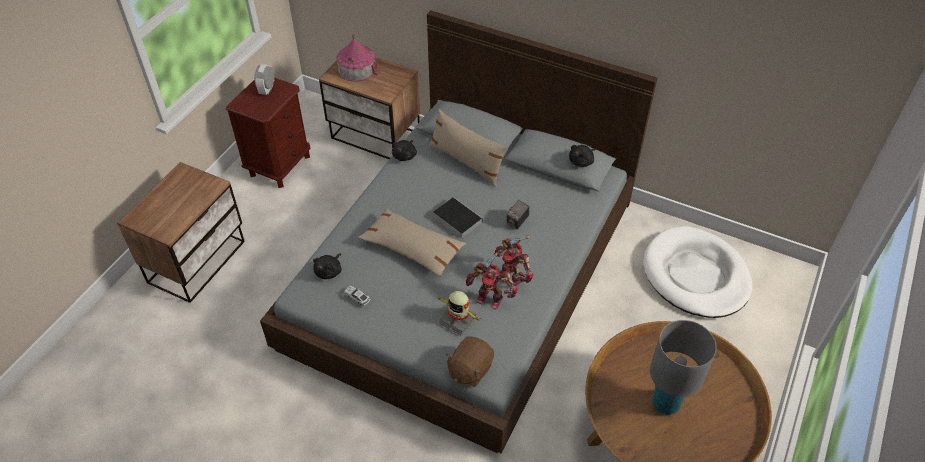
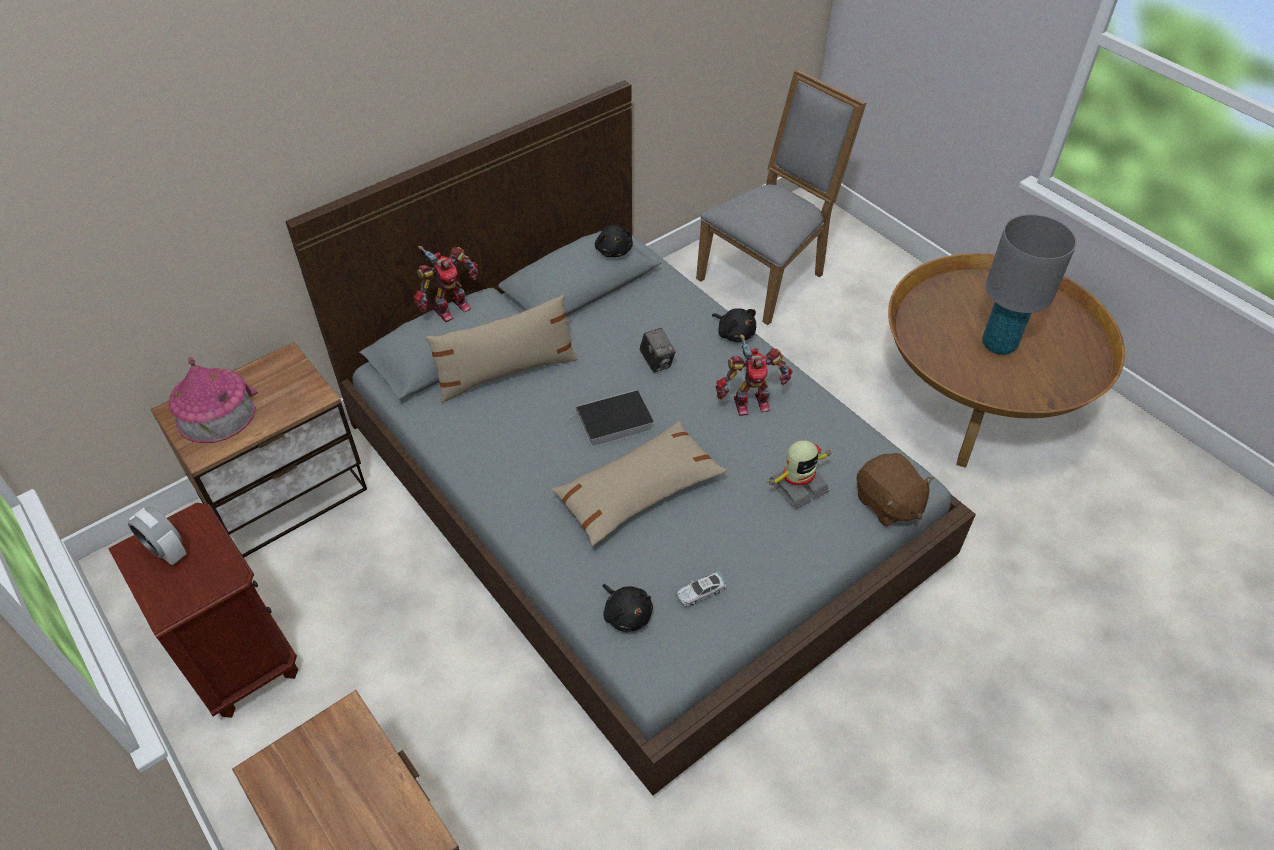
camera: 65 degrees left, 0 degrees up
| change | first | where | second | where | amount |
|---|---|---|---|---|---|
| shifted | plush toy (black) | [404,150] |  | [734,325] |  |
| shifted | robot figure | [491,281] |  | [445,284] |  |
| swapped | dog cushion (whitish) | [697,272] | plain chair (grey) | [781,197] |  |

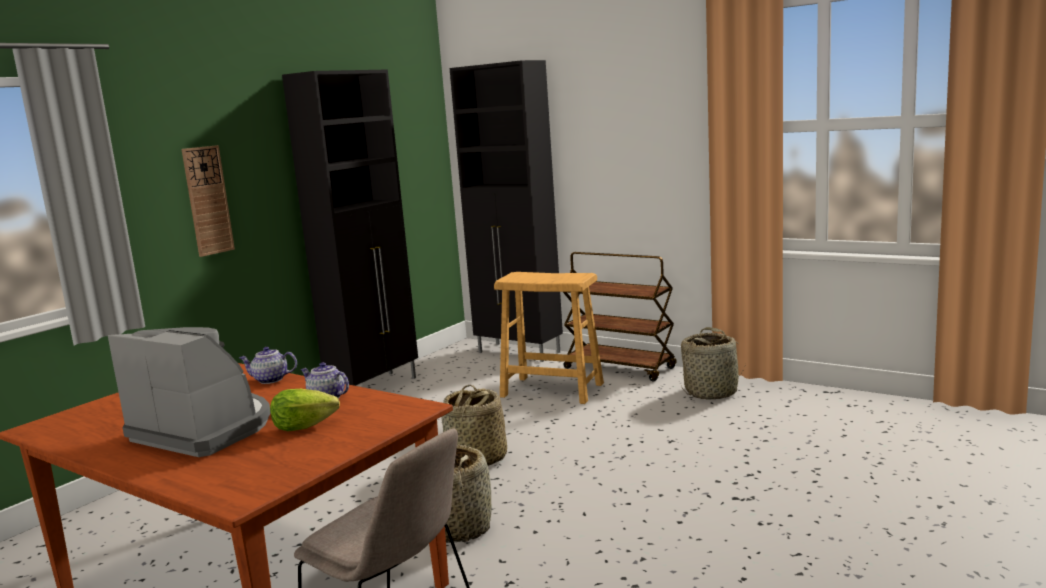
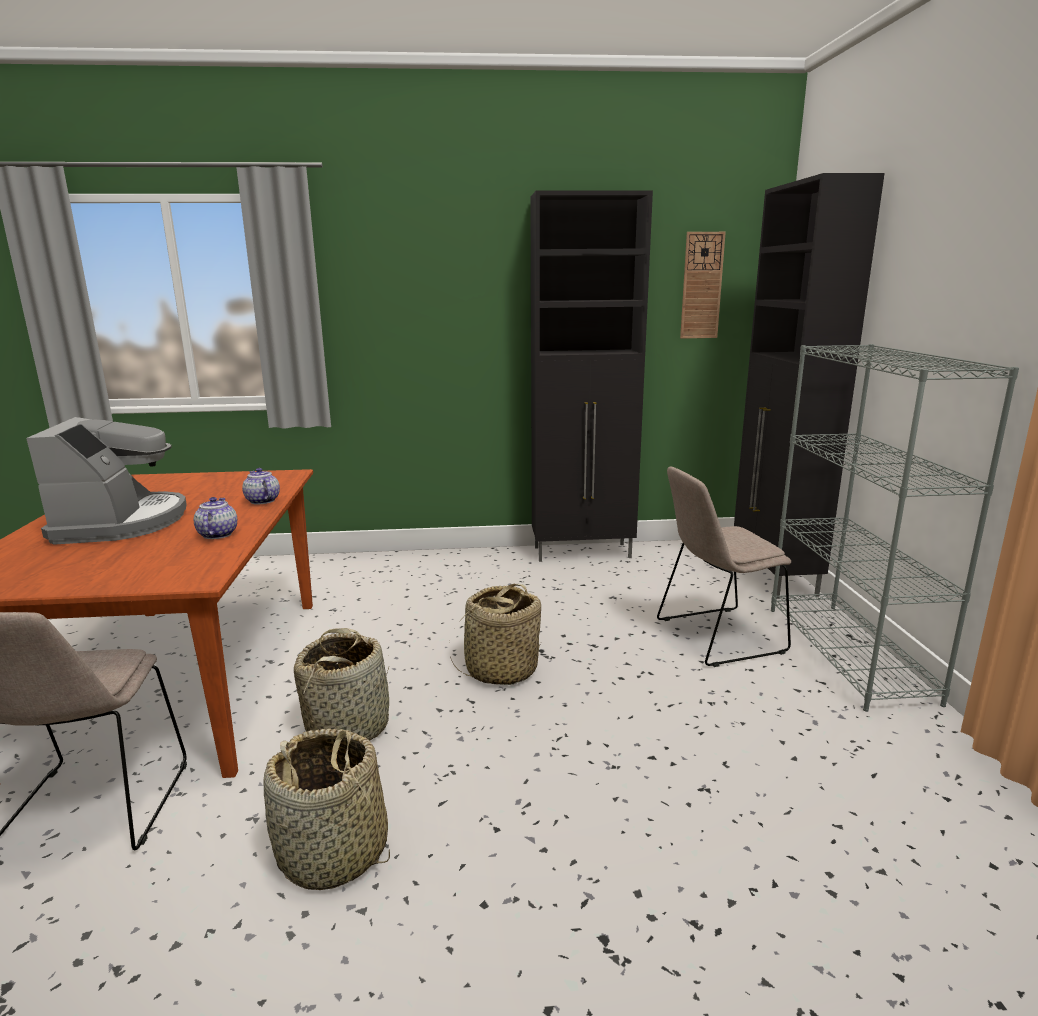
camera: 50 degrees right, 5 degrees up
| change | first | where | second | where | amount |
|---|---|---|---|---|---|
| gone | head of lettuce | [305,410] |  |  |  |
| shifted | wall clock | [208,201] |  | [703,285] |  |
| shifted | basket | [713,363] |  | [326,809] |  |
| swapped | stool (beige) | [549,338] | plain chair (beige) | [724,566] |  |
| swapped | cart (brownish) | [620,316] | bookshelf (grey) | [895,528] |  |

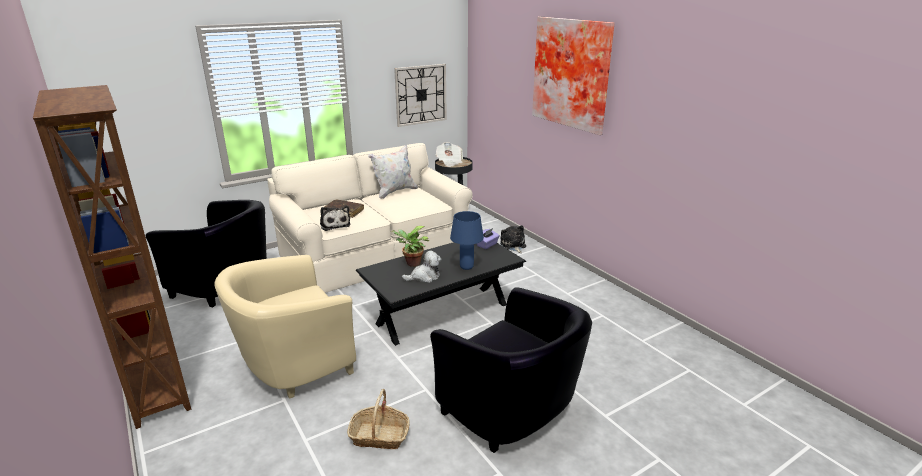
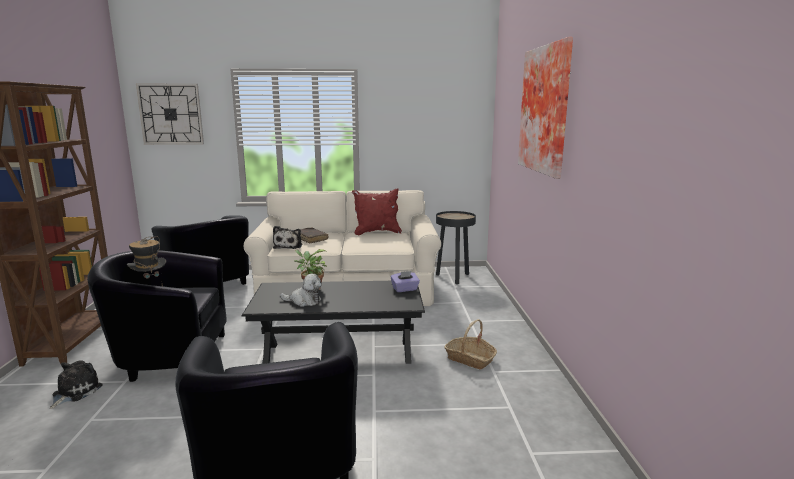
camera: 30 degrees right, 10 degrees down
| change | first | where | second | where | amount |
|---|---|---|---|---|---|
| gone | printed paper | [449,154] |  |  |  |
| gone | table lamp (blue-coloured) | [467,240] |  |  |  |
| new |  |  | wearable hat | [146,257] |  |
| shifted | basket | [378,419] |  | [471,344] |  |
| shifted | wall clock | [420,95] |  | [170,114] |  |
| shifted | plush toy | [513,239] |  | [76,384] |  |
| repainted | easy chair (beige) | [285,327] | easy chair (black) | [157,316] |  |
| repainted | cushion (whitish) | [393,172] | cushion (red-coloured) | [377,211] |  |

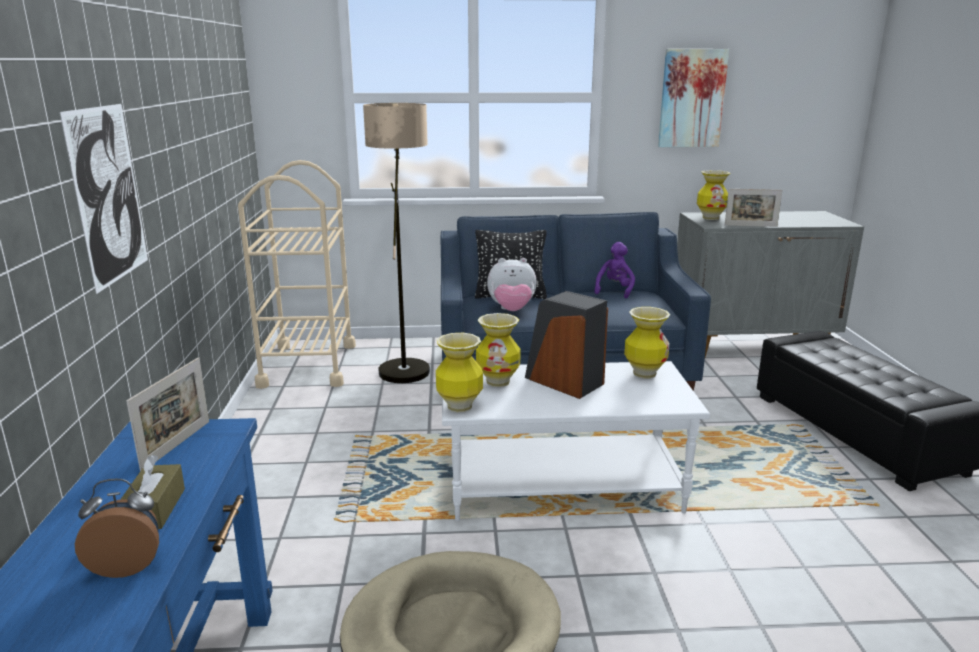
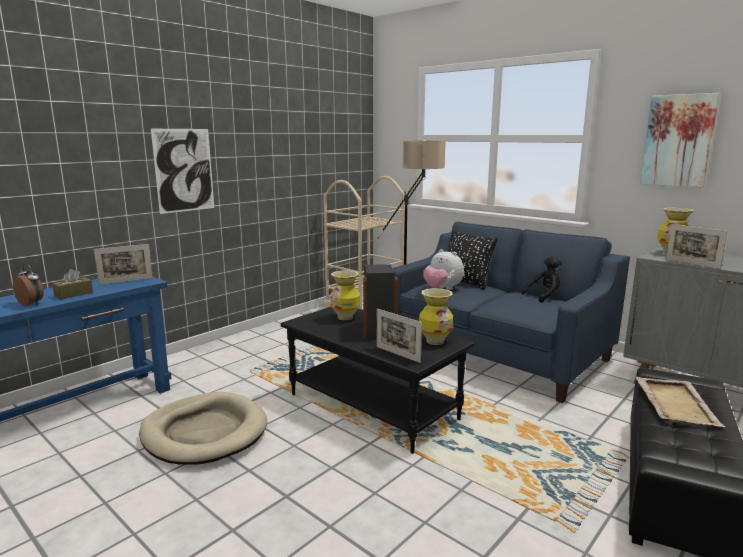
camera: 45 degrees right, 5 degrees down
| change | first | where | second | where | amount |
|---|---|---|---|---|---|
| gone | flower vase | [459,373] |  |  |  |
| new |  |  | standing frame | [399,336] |  |
| new |  |  | carrying tray (beige) | [680,402] |  |
| repainted | coffee table (whitish) | [576,441] | coffee table (black) | [377,380] |  |
| repainted | plush toy (purple-coloured) | [614,270] | plush toy (black) | [541,279] |  |

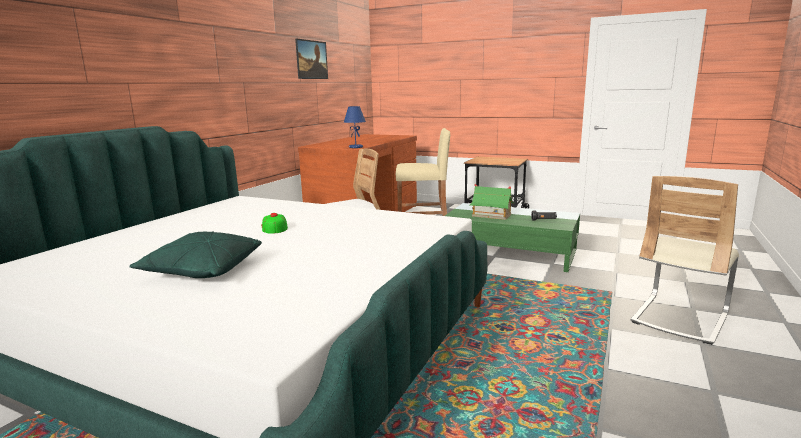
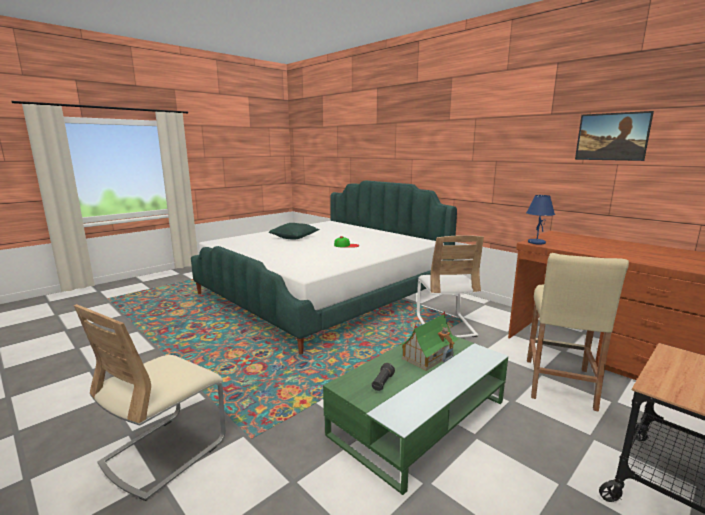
camera: 110 degrees right, 0 degrees up
| change | first | where | second | where | amount |
|---|---|---|---|---|---|
| rotated | plain chair (beige) | [685,260] |  | [150,402] | 120 degrees counterclockwise |

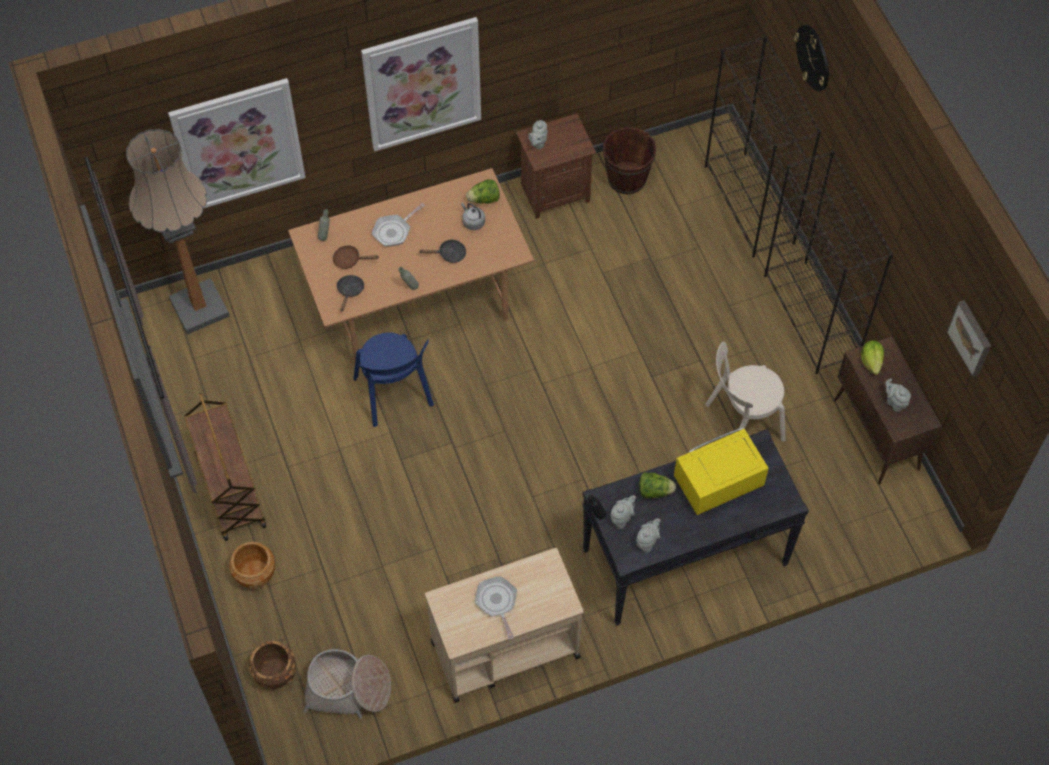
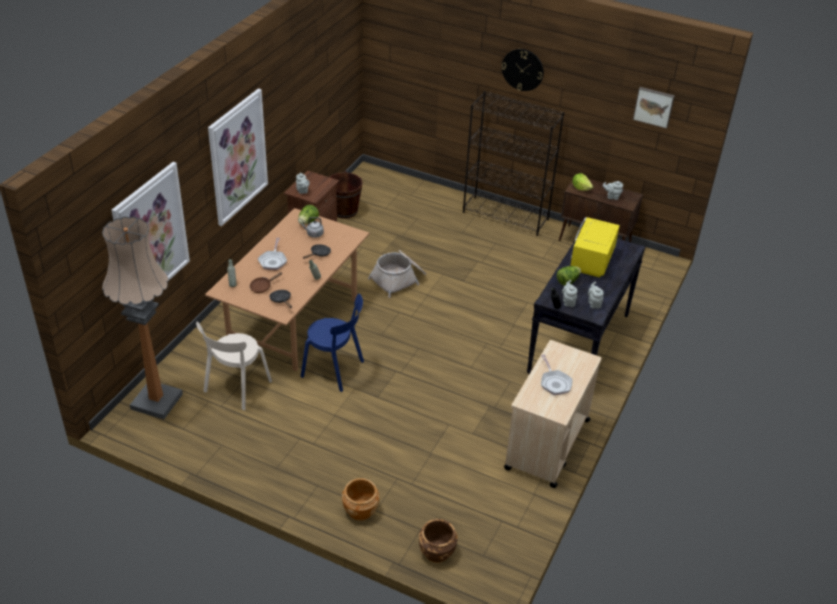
camera: 45 degrees left, 20 degrees down
| change | first | where | second | where | amount |
|---|---|---|---|---|---|
| gone | cart (brownish) | [225,467] |  |  |  |
| gone | bookshelf (black) | [763,147] |  |  |  |
| shifted | basket | [347,684] |  | [397,274] |  |
| shifted | plain chair (beige) | [745,392] |  | [234,365] |  |
| shifted | wall clock | [811,58] |  | [522,70] |  |
| rotated | frying pan | [496,608] |  | [556,375] | 135 degrees counterclockwise |

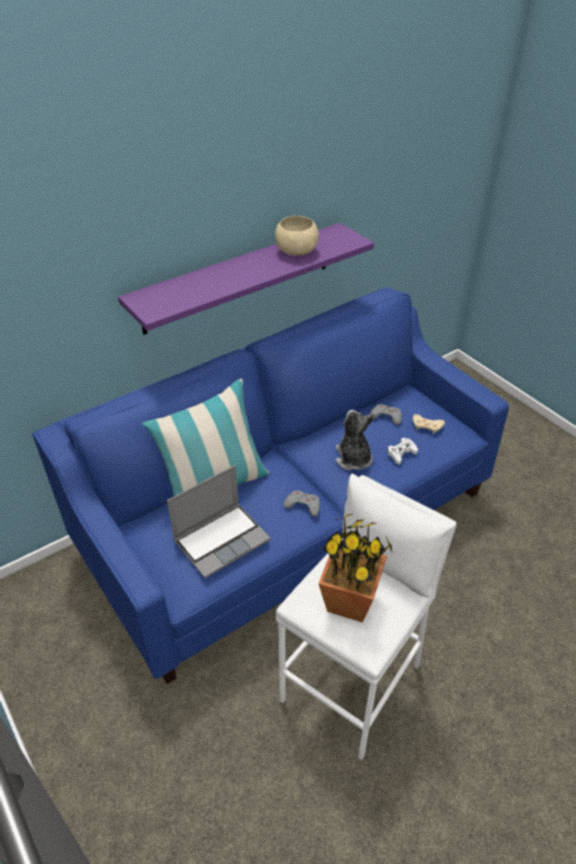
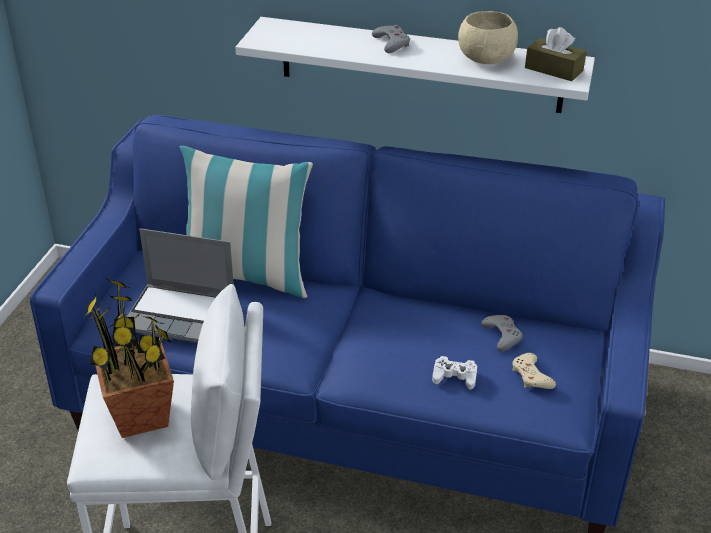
camera: 50 degrees right, 5 degrees down
| change | first | where | second | where | amount |
|---|---|---|---|---|---|
| gone | plush toy | [355,440] |  |  |  |
| new |  |  | box of tissues (brownish) | [555,54] |  |
| shifted | game controller (grey) | [302,503] |  | [391,39] |  |
| repainted | wall shelf (purple-coloured) | [246,279] | wall shelf (whitish) | [415,65] |  |

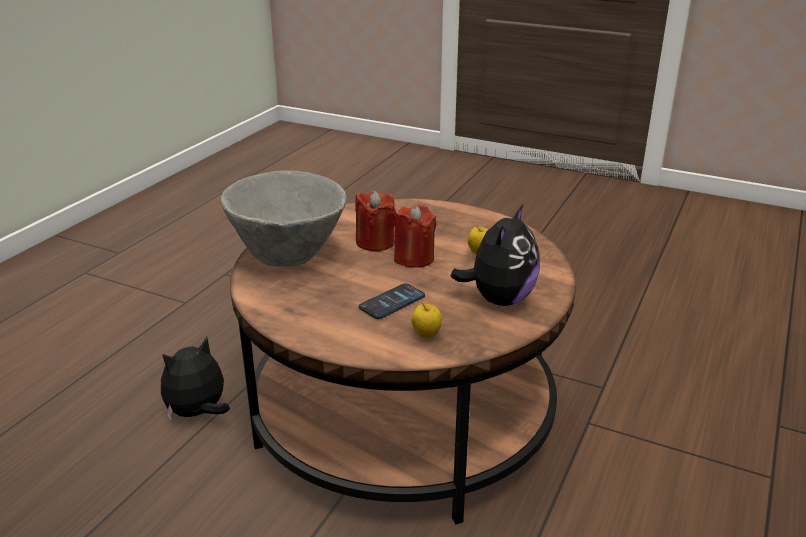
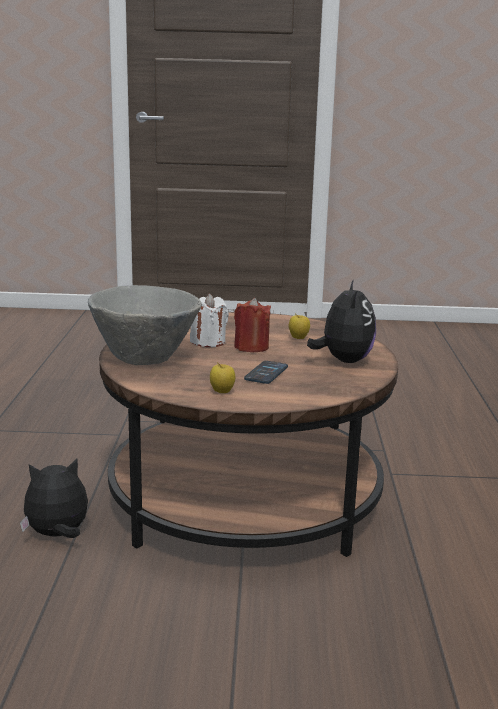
camera: 25 degrees left, 10 degrees down
| change | first | where | second | where | amount |
|---|---|---|---|---|---|
| shifted | apple | [427,320] |  | [222,377] |  |
| repainted | candle (red-coloured) | [375,221] | candle (whitish) | [209,320] |  |
| rotated | plush toy | [195,378] |  | [54,498] | 45 degrees clockwise |

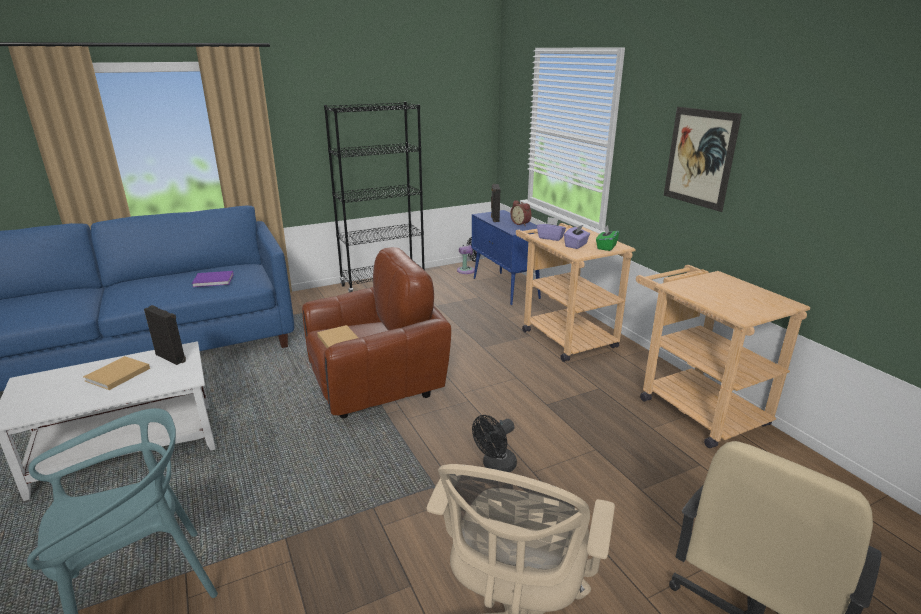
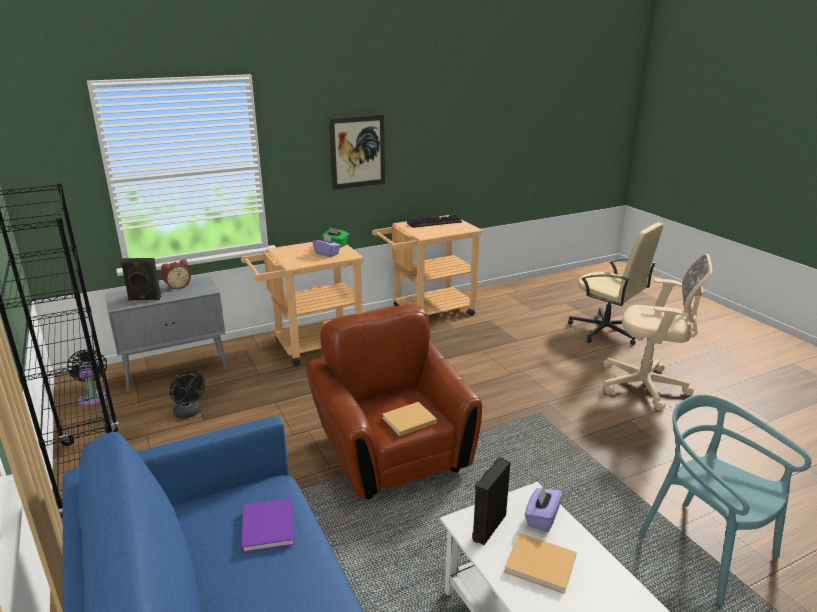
camera: 90 degrees left, 0 degrees up
| change | first | where | second | where | amount |
|---|---|---|---|---|---|
| new |  |  | computer keyboard | [434,221] |  |
| shifted | electric fan (black) | [494,443] |  | [187,395] |  |
| shifted | box of tissues (purple-coloured) | [551,229] |  | [544,508] |  |
| repainted | storage cabinet (blue-coloured) | [506,257] | storage cabinet (grey) | [166,334] |  |

